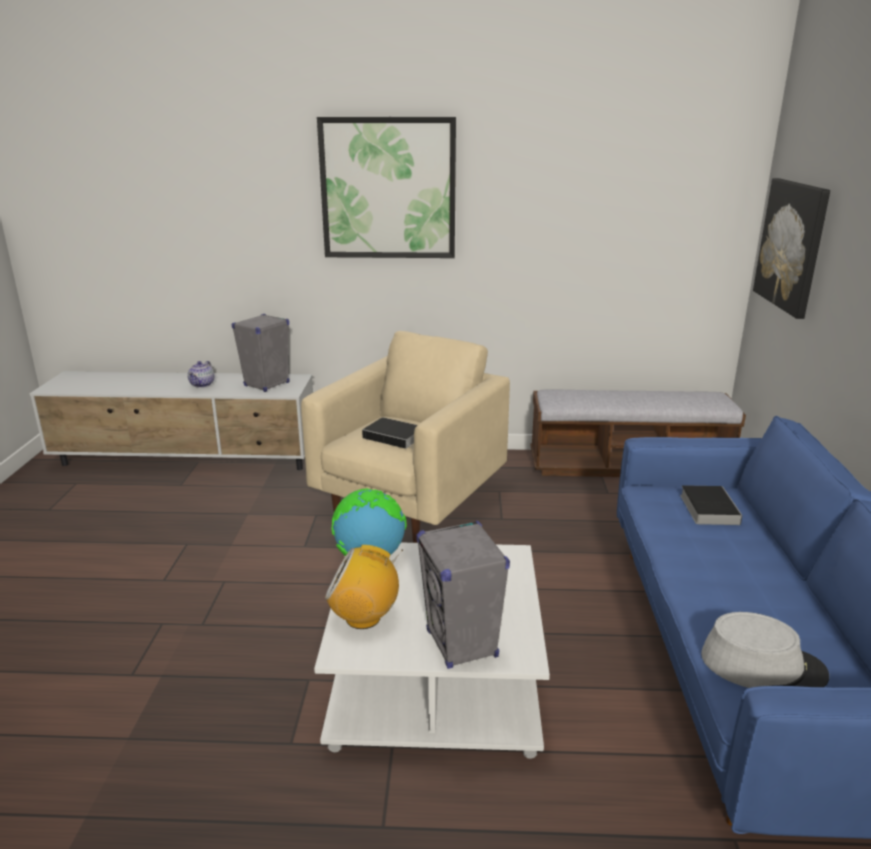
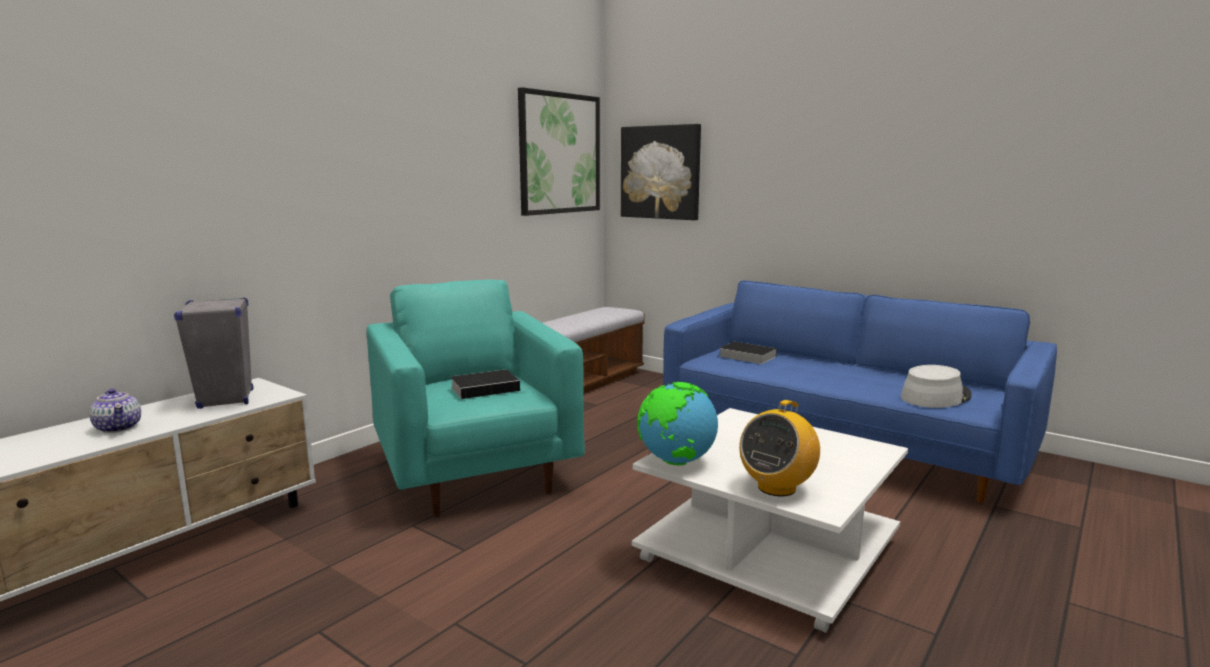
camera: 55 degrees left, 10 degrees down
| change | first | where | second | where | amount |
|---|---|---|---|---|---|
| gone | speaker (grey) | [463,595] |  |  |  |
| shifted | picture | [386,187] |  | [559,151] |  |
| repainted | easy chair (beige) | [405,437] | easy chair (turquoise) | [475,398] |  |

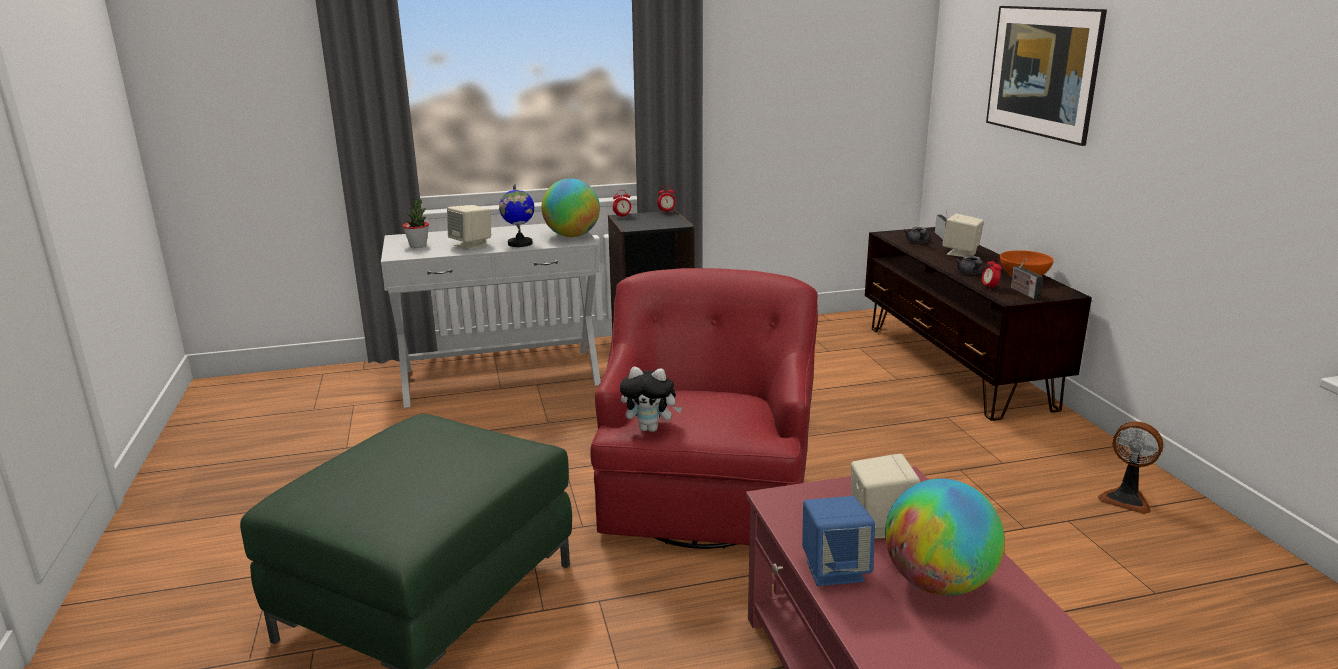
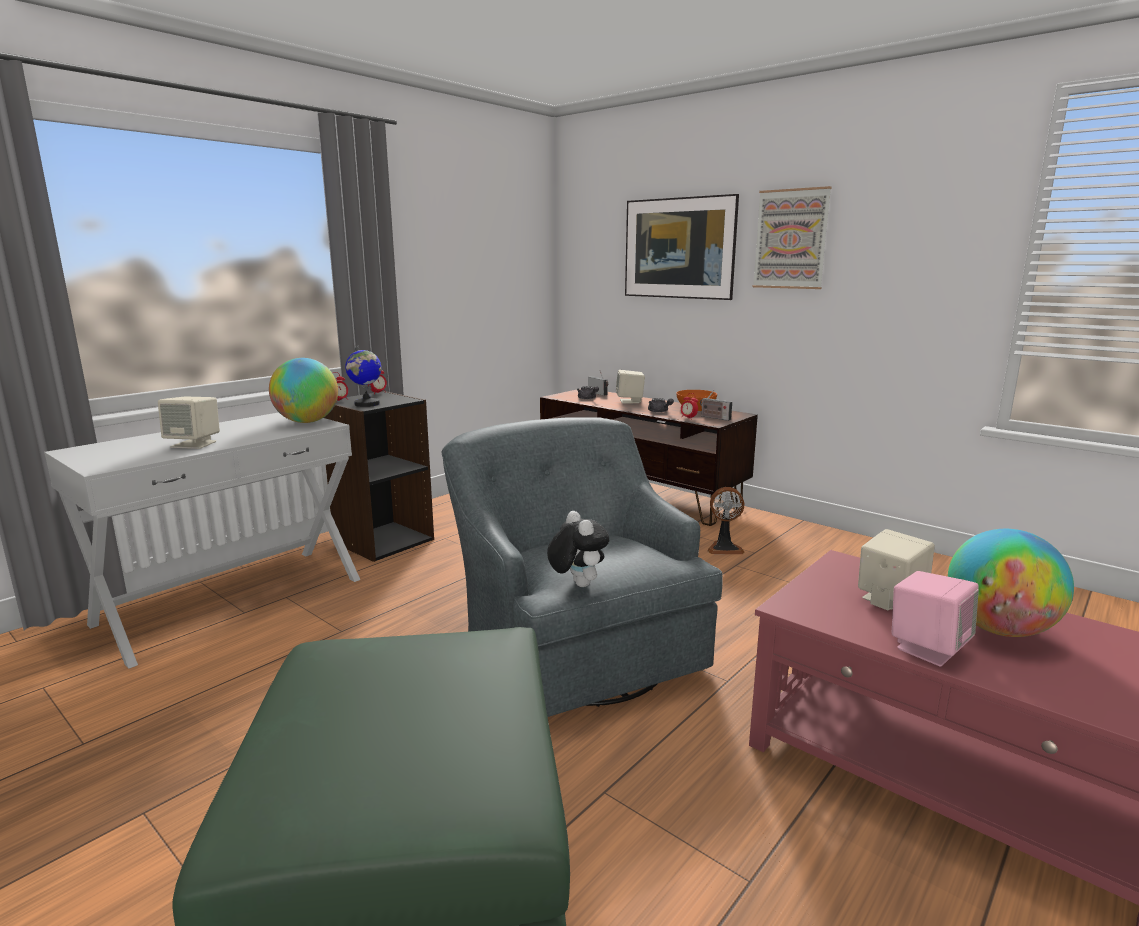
camera: 35 degrees left, 5 degrees down
| change | first | where | second | where | amount |
|---|---|---|---|---|---|
| gone | potted plant | [416,223] |  |  |  |
| new |  |  | picture | [792,237] |  |
| shifted | globe | [516,215] |  | [363,376] |  |
| shifted | electric fan | [1130,467] |  | [726,520] |  |
| repainted | easy chair (red-coloured) | [704,408] | easy chair (grey) | [582,567] |  |
| repainted | speaker (blue-coloured) | [838,541] | speaker (pinkish) | [935,619] |  |
| rotated | plush toy | [651,399] |  | [578,549] | 90 degrees counterclockwise |

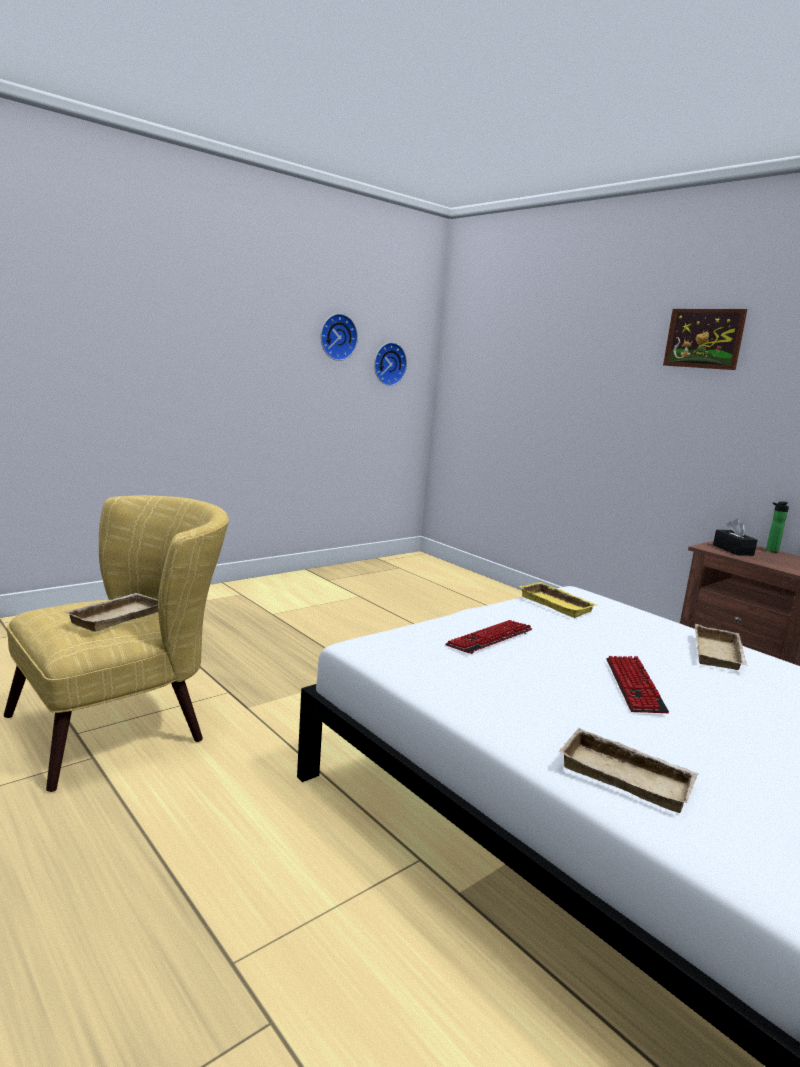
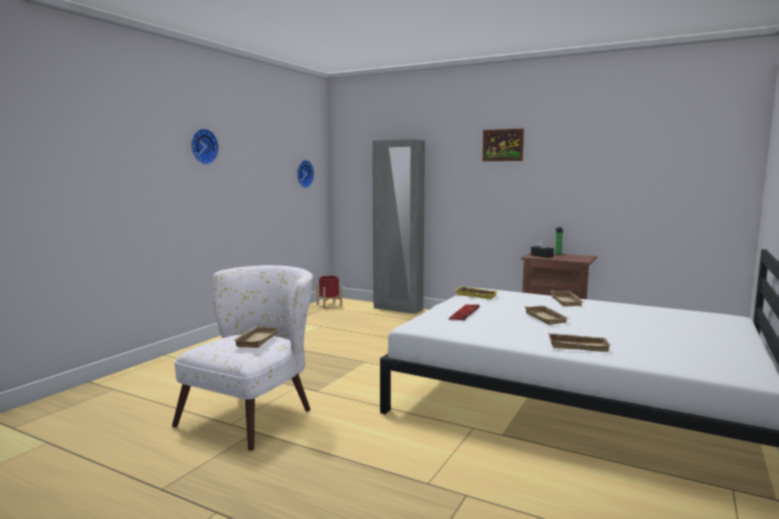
camera: 20 degrees left, 5 degrees down
| change | first | where | second | where | amount |
|---|---|---|---|---|---|
| new |  |  | planter (red-coloured) | [329,292] |  |
| new |  |  | clothes cupboard (grey) | [398,226] |  |
| shifted | wall clock | [339,337] |  | [205,146] |  |
| swapped | computer keyboard | [637,684] | carrying tray (beige) | [547,315] |  |
| repainted | easy chair (yellow-coloured) | [116,643] | easy chair (whitish) | [242,358] |  |

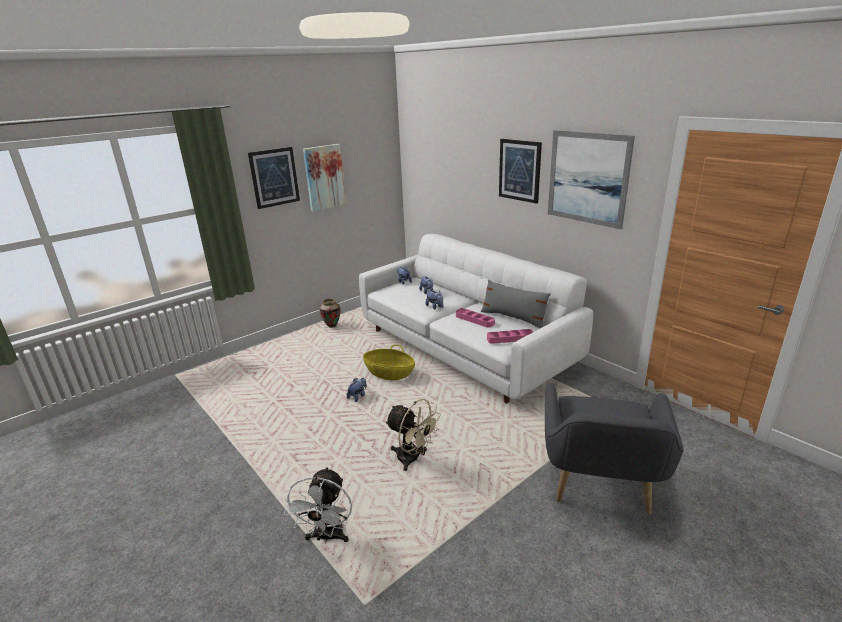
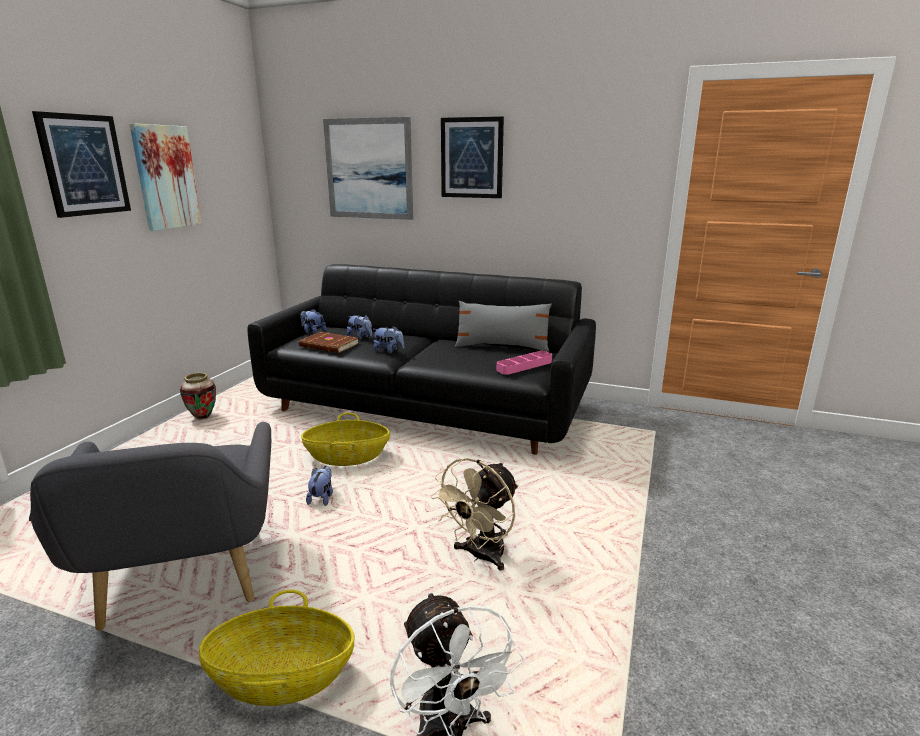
camera: 30 degrees left, 5 degrees down
| change | first | where | second | where | amount |
|---|---|---|---|---|---|
| gone | carrying tray (pinkish) | [475,318] |  |  |  |
| new |  |  | basket | [277,648] |  |
| new |  |  | book (brownish) | [329,342] |  |
| shifted | easy chair (grey) | [614,449] |  | [150,526] |  |
| shifted | picture | [591,179] |  | [368,168] |  |
| repainted | settee (whitish) | [476,319] | settee (black) | [421,359] |  |
| rotated | electric fan (beige) | [413,435] |  | [474,514] | 120 degrees clockwise |

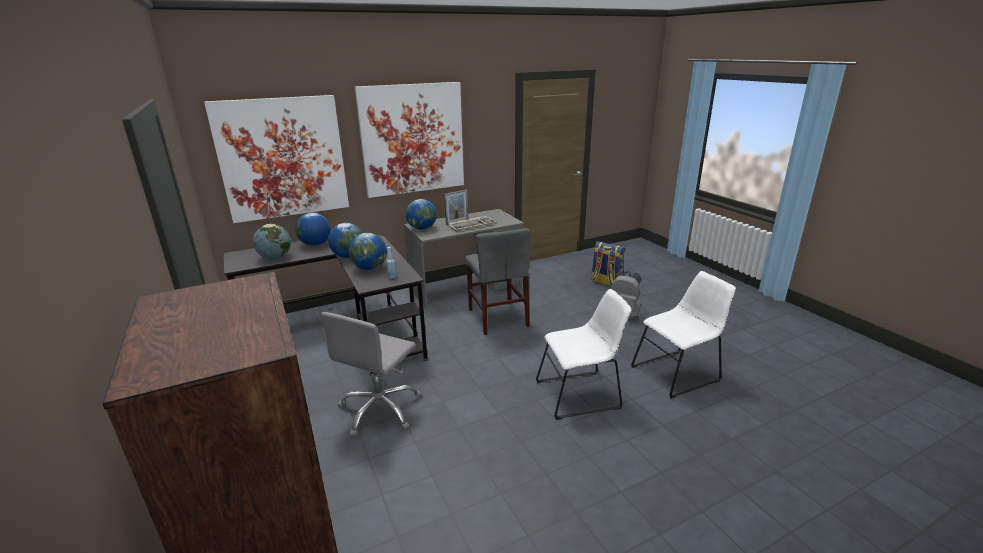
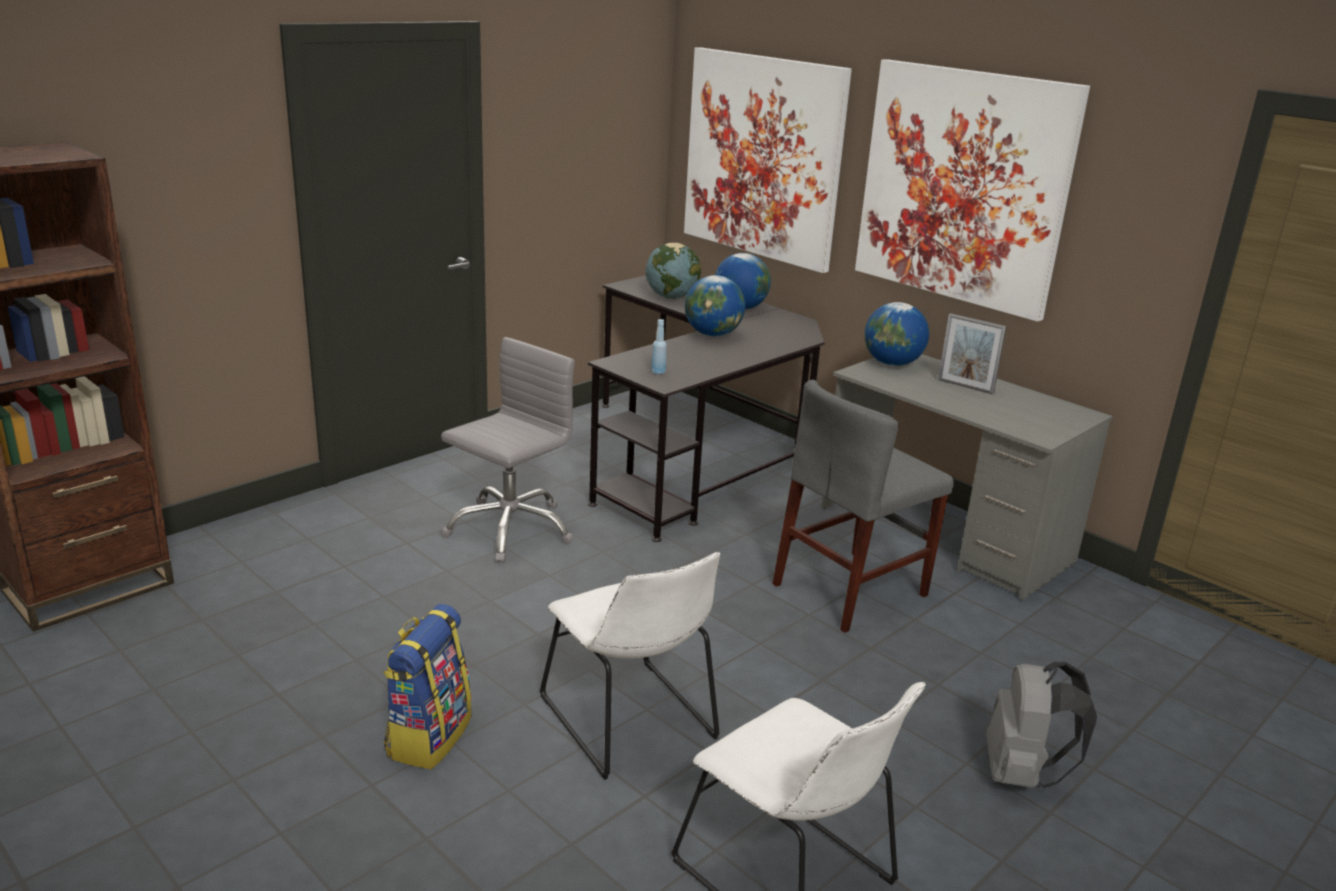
camera: 70 degrees right, 0 degrees up
| change | first | where | second | where | amount |
|---|---|---|---|---|---|
| gone | globe | [367,251] |  |  |  |
| gone | computer keyboard | [472,223] |  |  |  |
| shifted | knapsack | [608,263] |  | [427,686] |  |
| rotated | office chair (grey) | [371,374] |  | [508,450] | 120 degrees clockwise |

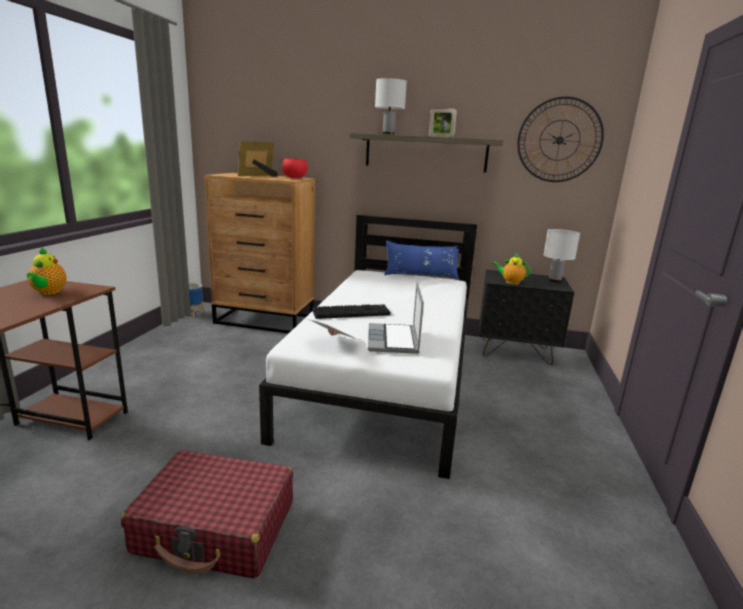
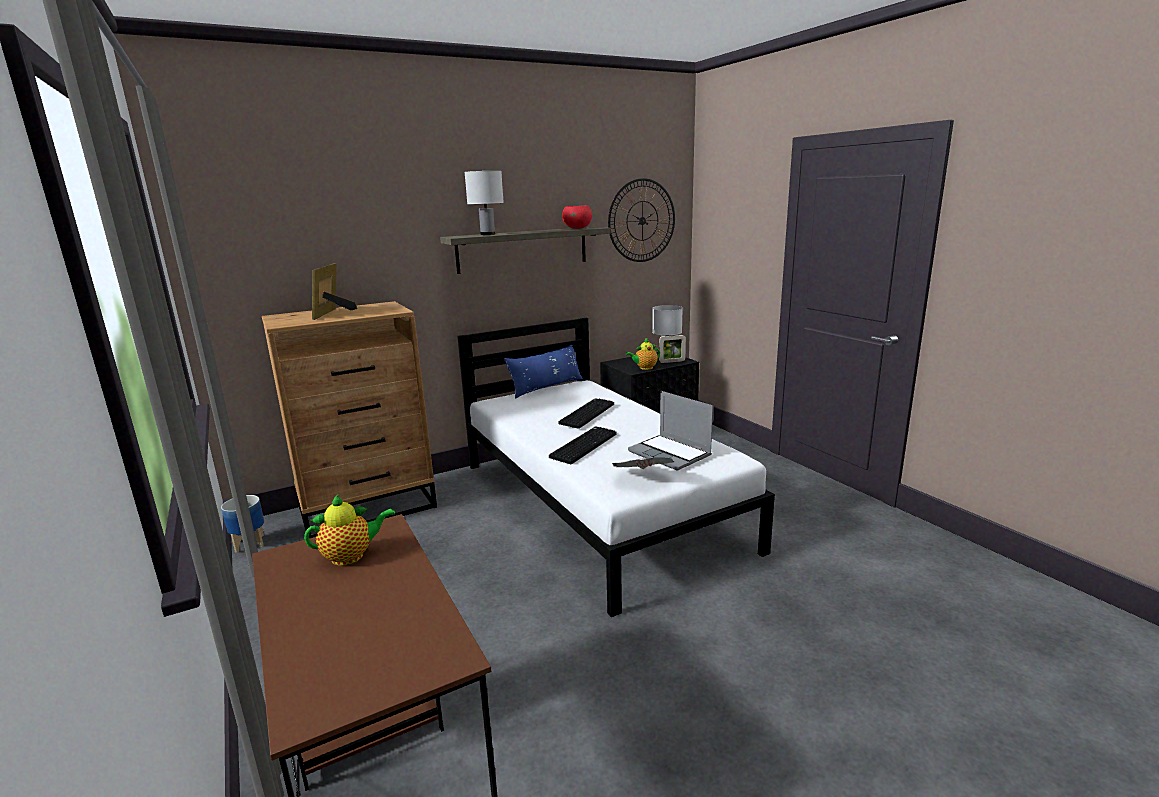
camera: 40 degrees left, 0 degrees up
| change | first | where | second | where | amount |
|---|---|---|---|---|---|
| gone | piece of luggage (red-coloured) | [207,514] |  |  |  |
| new |  |  | computer keyboard | [586,413] |  |
| shifted | bowl (red-coloured) | [294,168] |  | [577,217] |  |
| shifted | standing frame | [443,122] |  | [672,349] |  |
| rotated | teapot | [46,271] |  | [349,530] | 60 degrees counterclockwise |

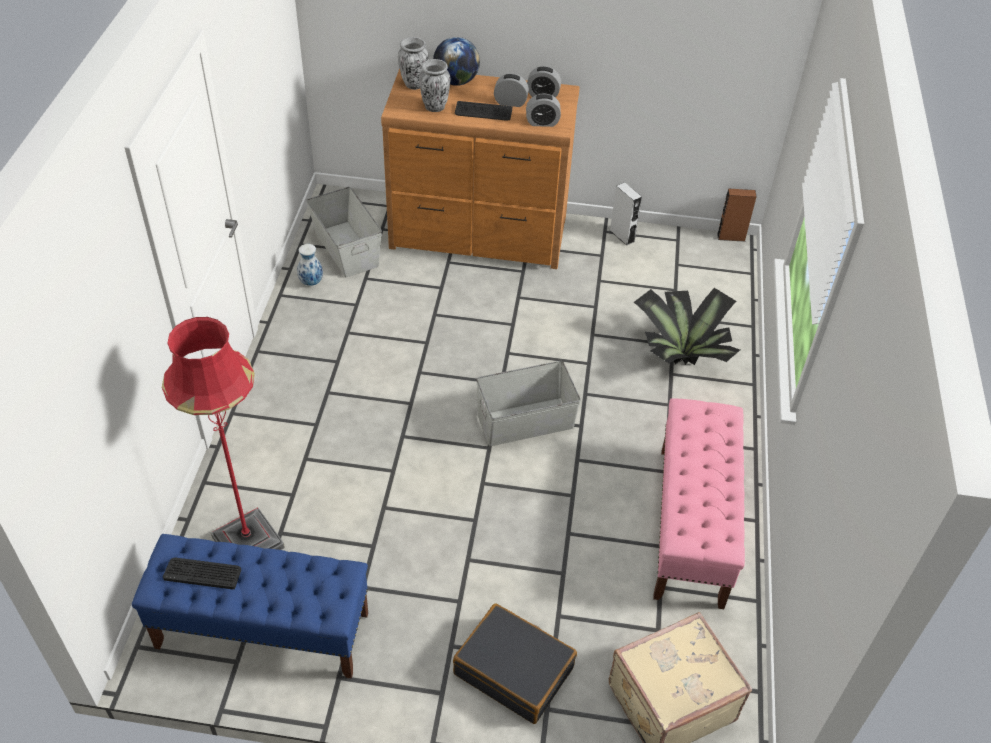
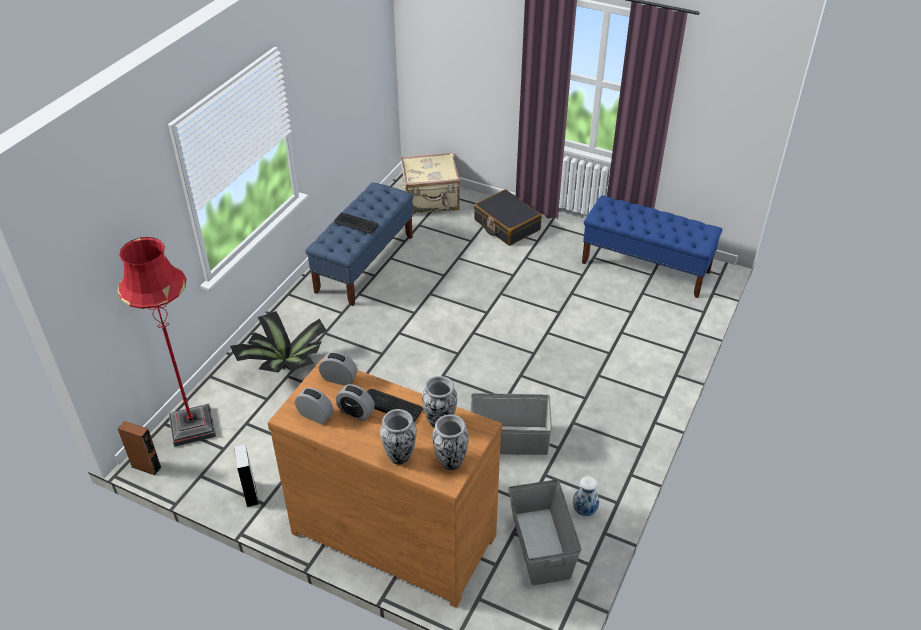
camera: 160 degrees left, 5 degrees down
| change | first | where | second | where | amount |
|---|---|---|---|---|---|
| shifted | standard lamp (red-coloured) | [223,433] |  | [166,342] |  |
| shifted | computer keyboard | [202,573] |  | [356,223] |  |
| shifted | storage bin (grey) | [528,403] |  | [511,424] |  |
| swapped | globe | [456,61] | flower vase | [398,437] |  |
| repainted | long seat (pinkish) | [699,503] | long seat (blue-coloured) | [359,244] |  |

